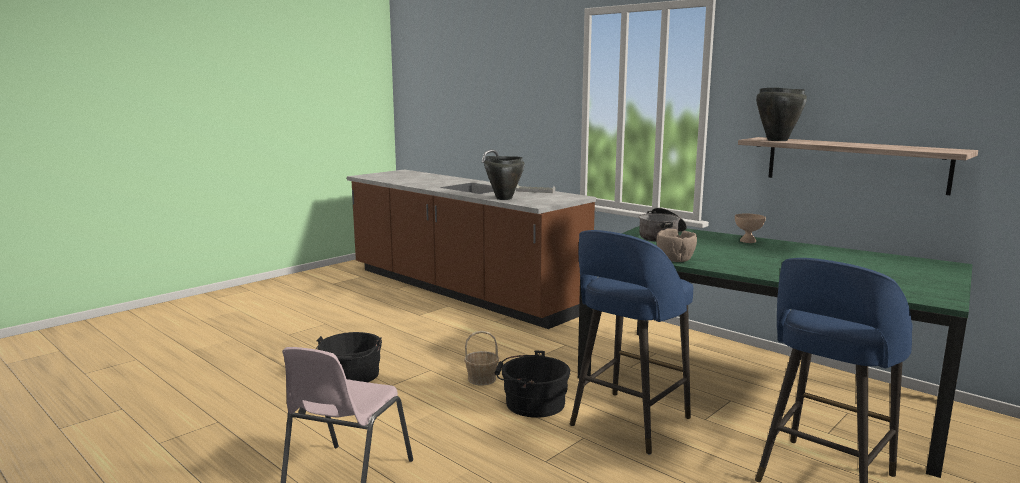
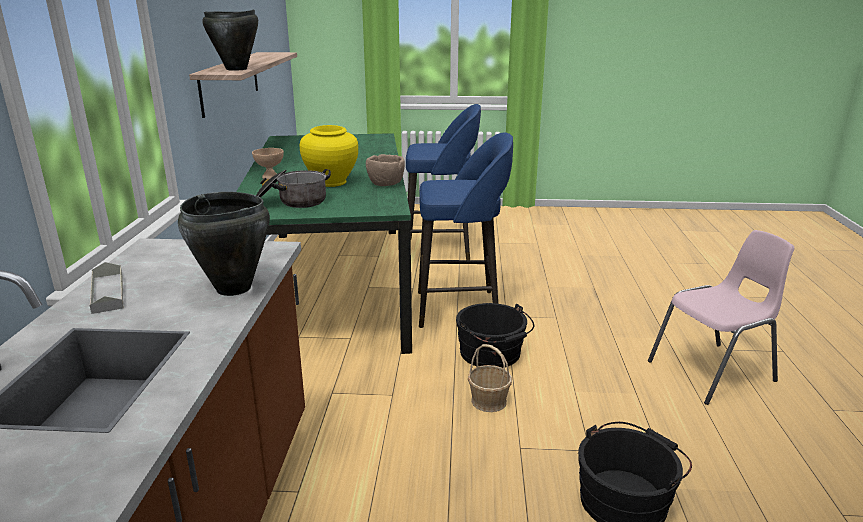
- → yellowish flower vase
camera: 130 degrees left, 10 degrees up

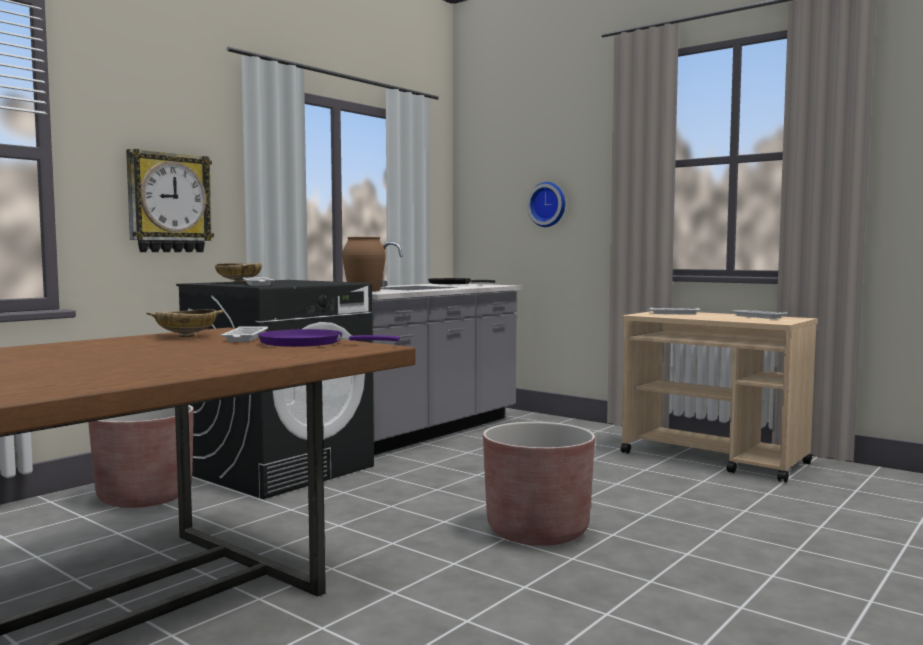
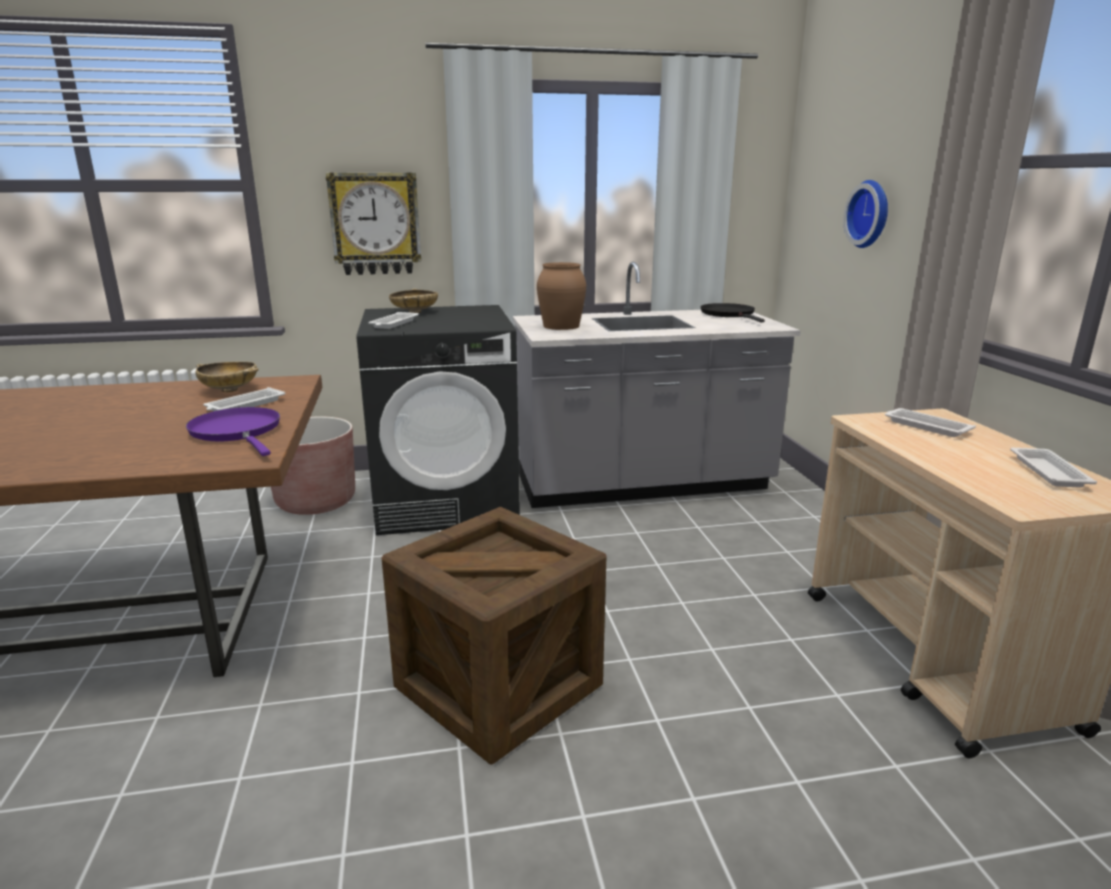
brownish flower pot (2nd from left) → shipping crate
camera: 40 degrees right, 15 degrees up

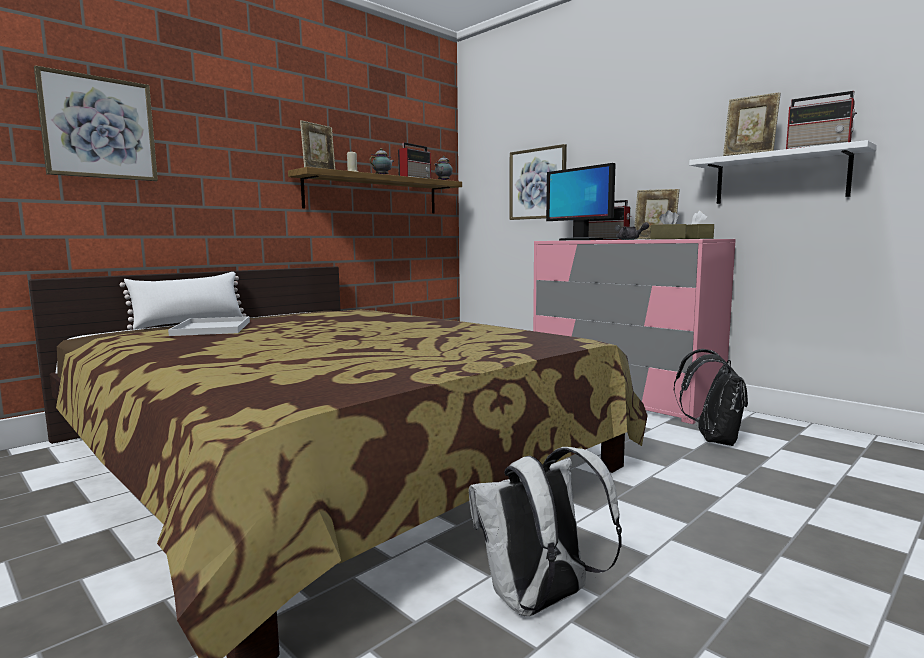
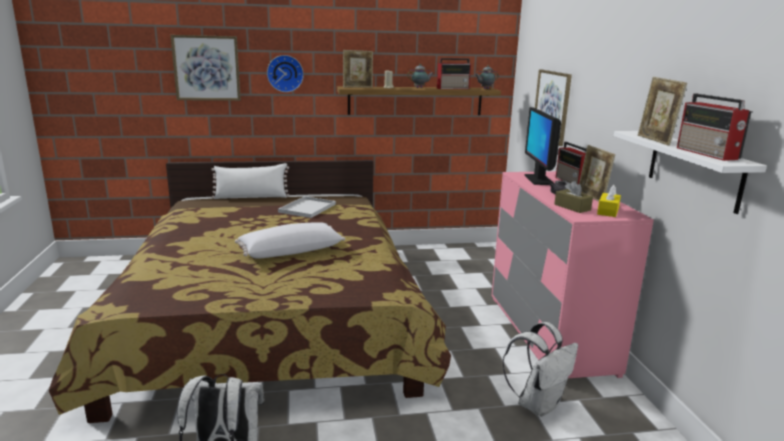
- → white-coloured pillow (2nd from left)
- → clock on the wall
white-coloured carrying tray, moved
blackish rucksack → white-coloured rucksack (2nd from left)
brownish tissue holder (2nd from left) → yellowish tissue holder
camera: 35 degrees right, 10 degrees up

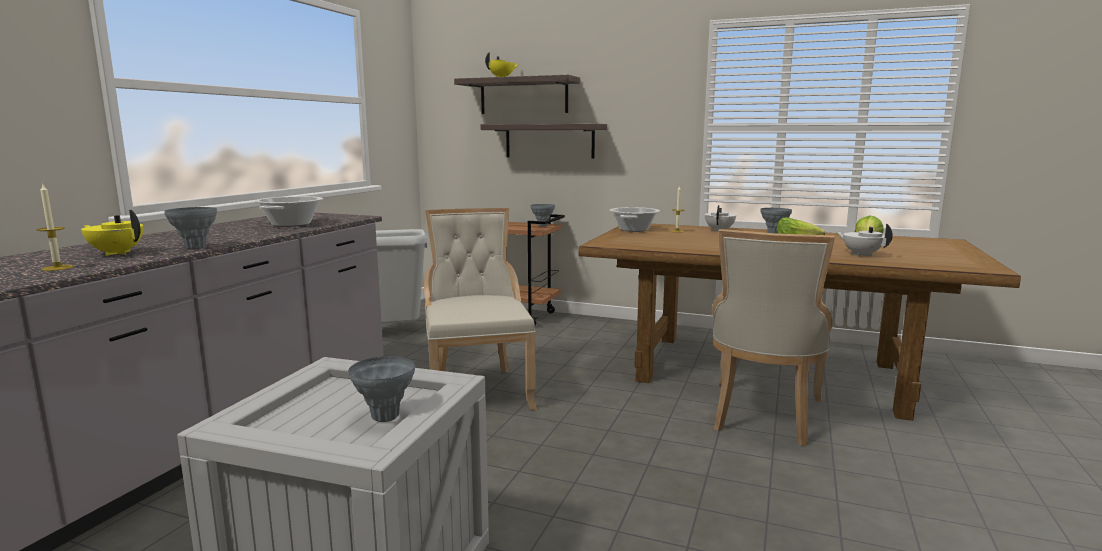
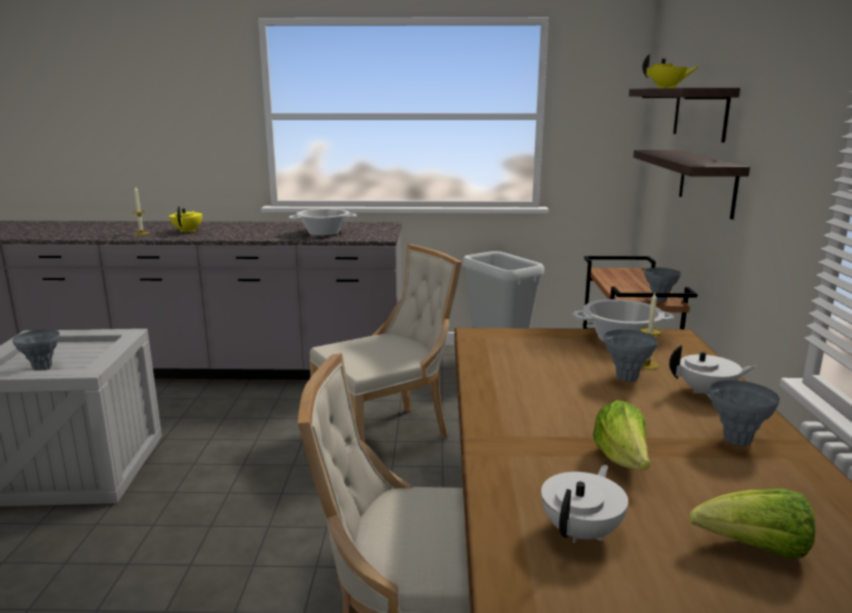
greyish flower vase (1st from left in the first image) → greyish flower vase (2nd from left), moved
camera: 70 degrees right, 5 degrees up

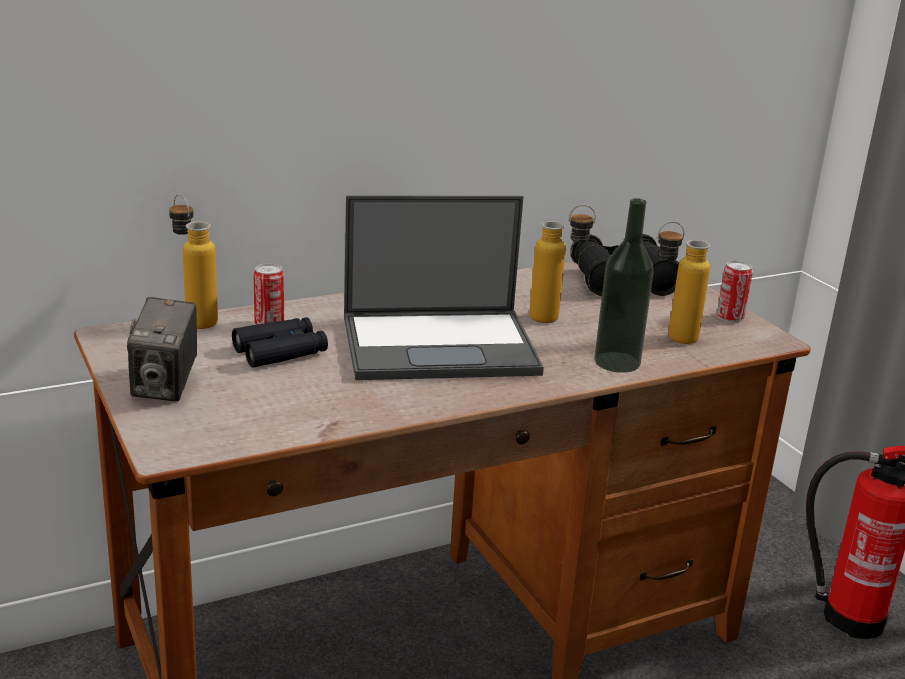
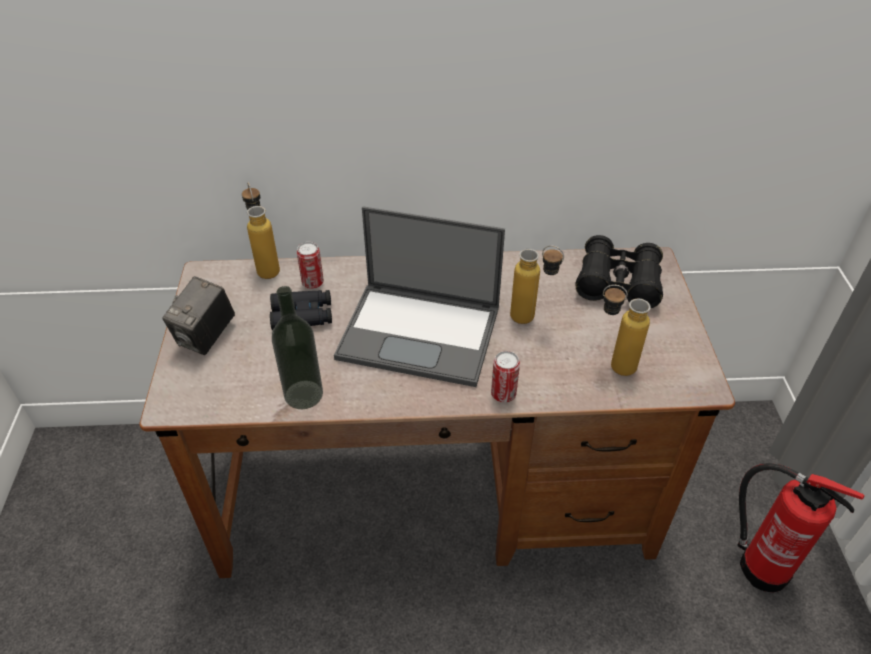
bottle (3rd from left in the first image) → bottle (2nd from left), moved
can (2nd from left), moved
camera: 25 degrees right, 20 degrees up

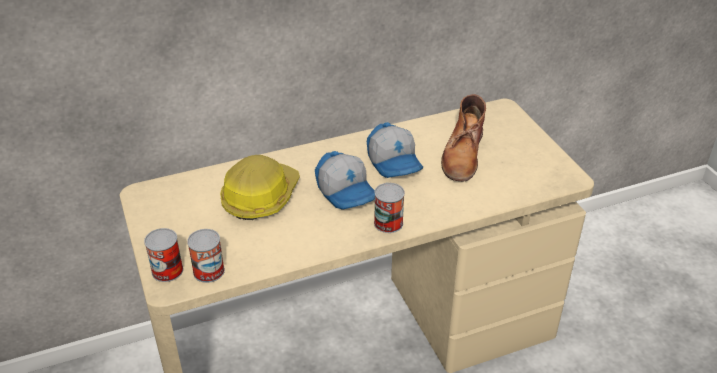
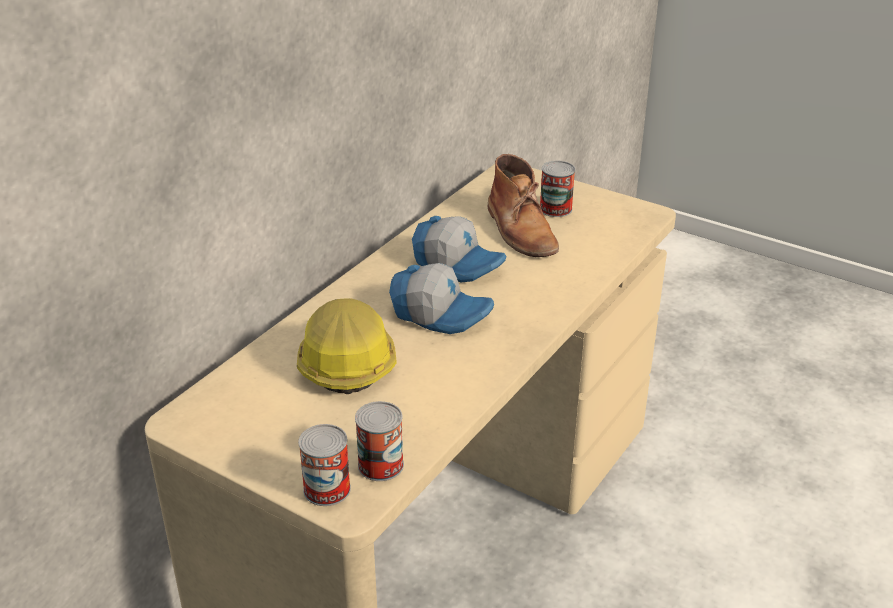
can (3rd from left), moved
camera: 35 degrees left, 5 degrees down

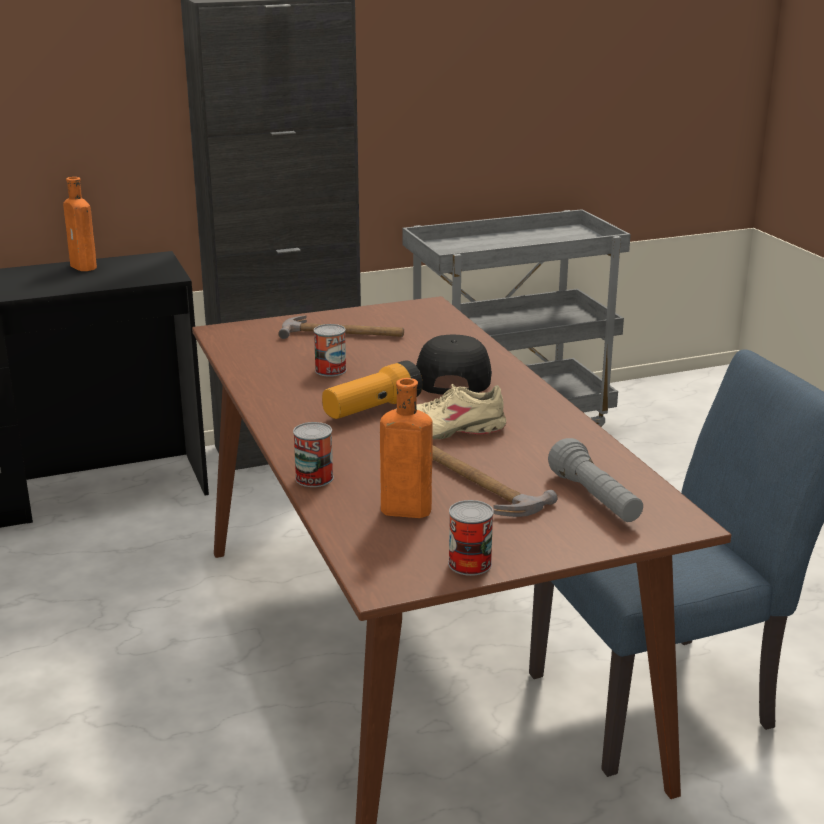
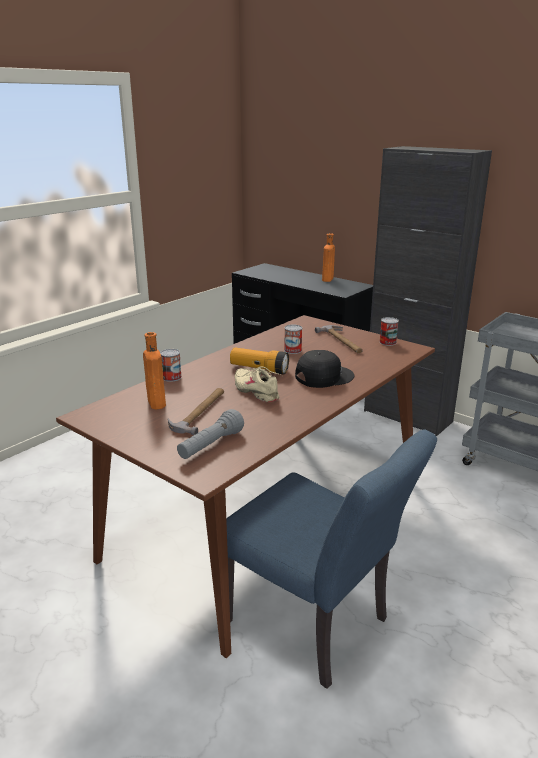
can (3rd from left), moved
camera: 60 degrees right, 0 degrees up

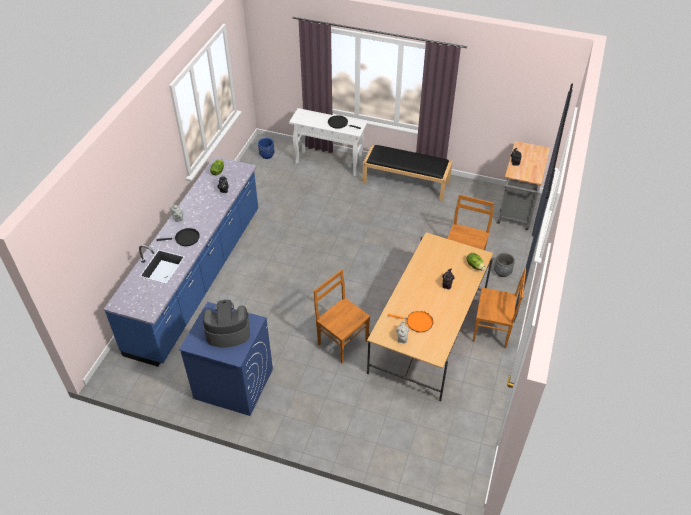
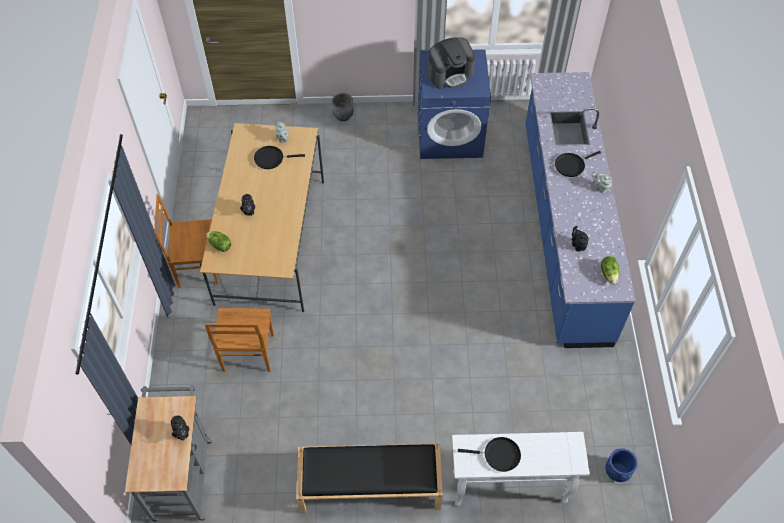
orange skillet → blackish skillet (1st from left)
greyish flower pot, moved
brownish chair (1st from left) → -
camera: 160 degrees right, 10 degrees up

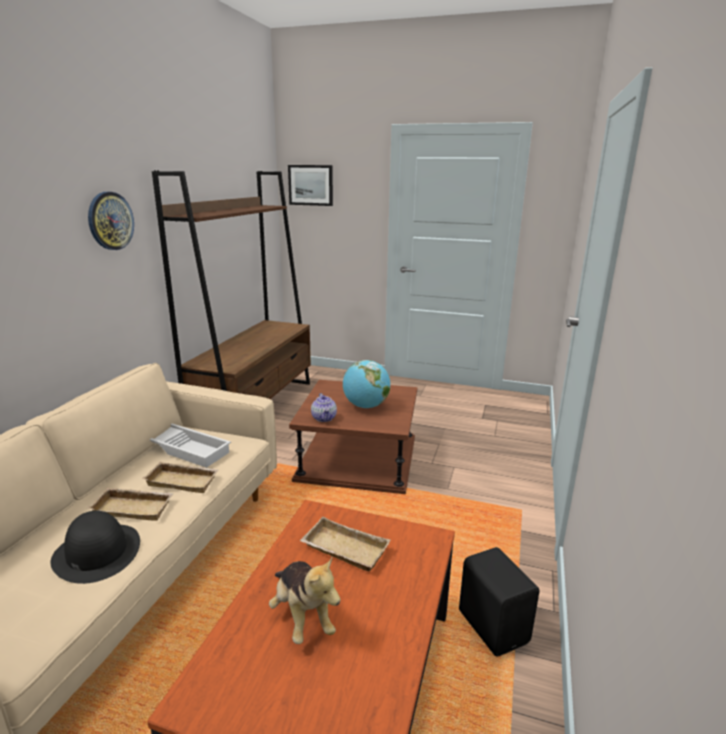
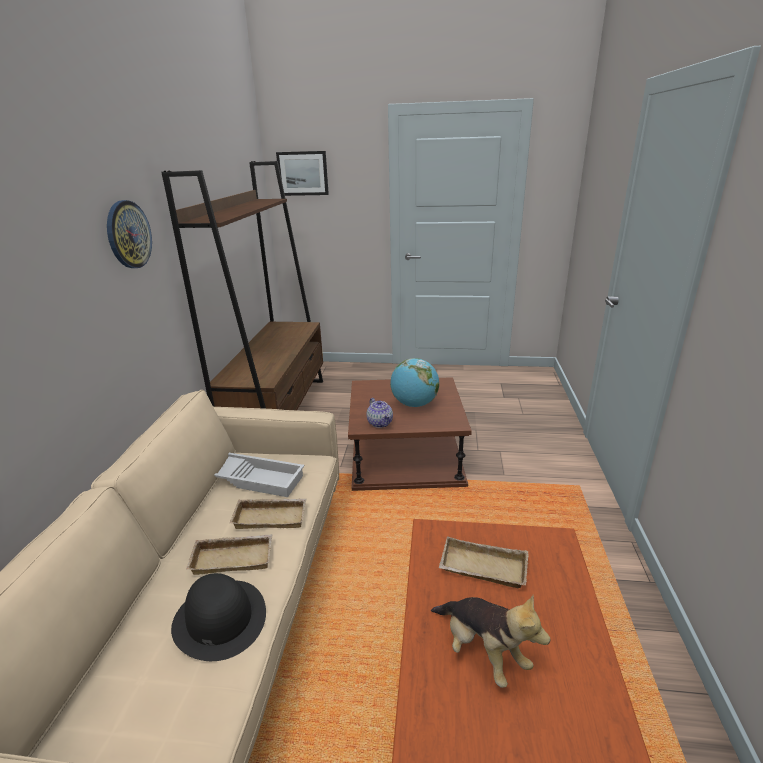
blackish audio speaker → -
camera: 10 degrees left, 5 degrees up

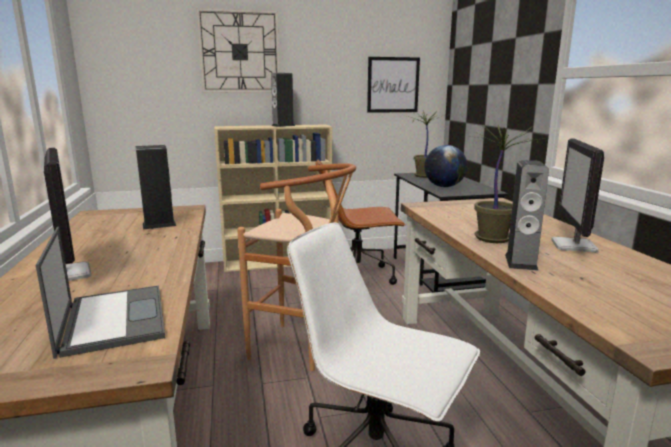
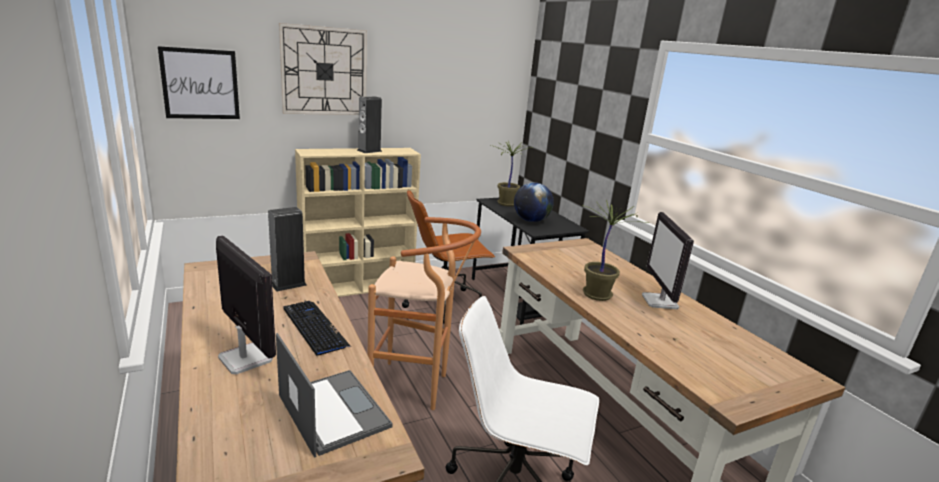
wall art, moved
- → computer keyboard
audio speaker (3rd from left) → -
camera: 15 degrees left, 5 degrees up

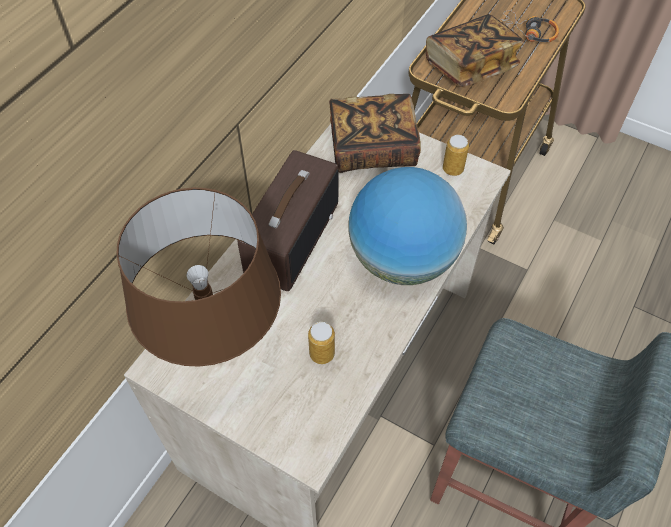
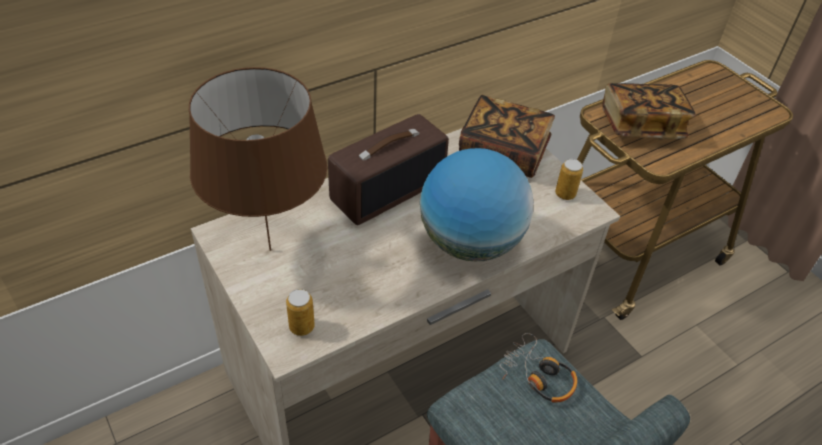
can (1st from left), moved
headphones, moved
camera: 25 degrees right, 10 degrees down

